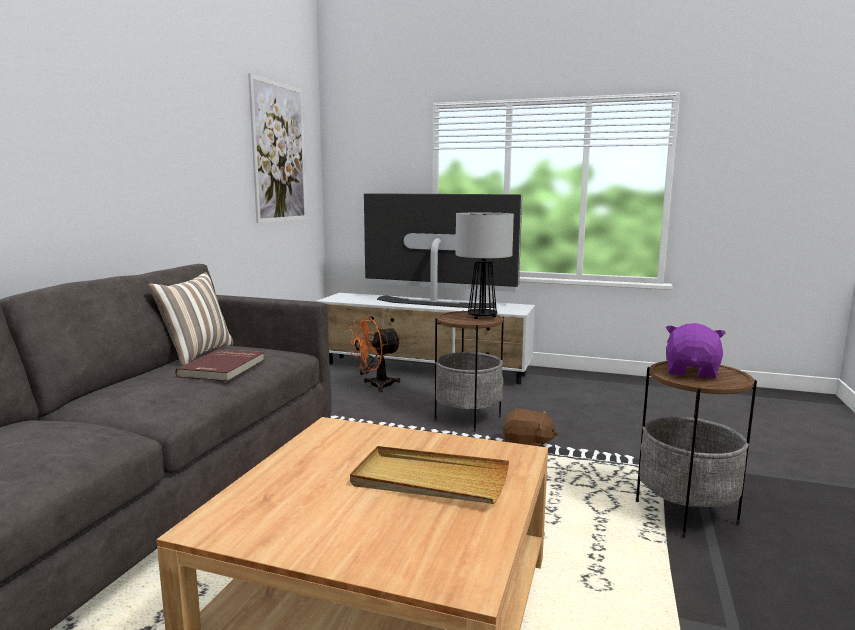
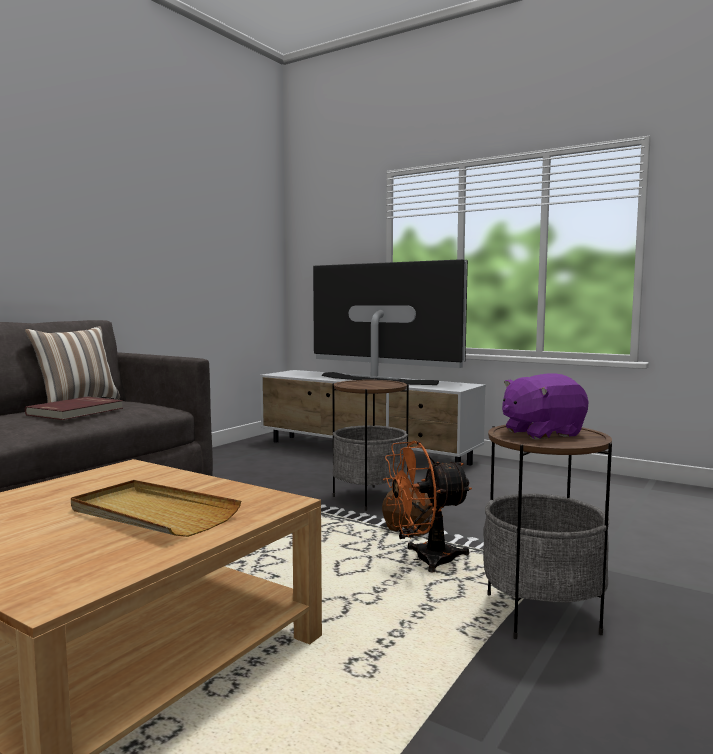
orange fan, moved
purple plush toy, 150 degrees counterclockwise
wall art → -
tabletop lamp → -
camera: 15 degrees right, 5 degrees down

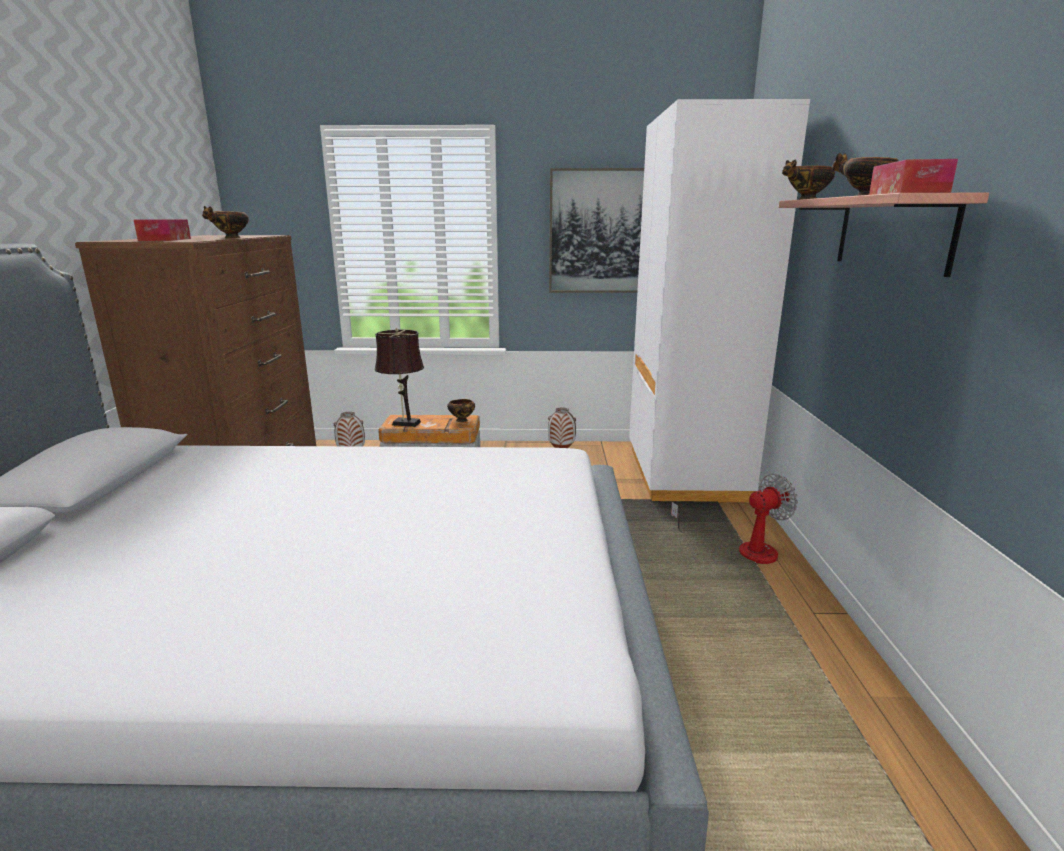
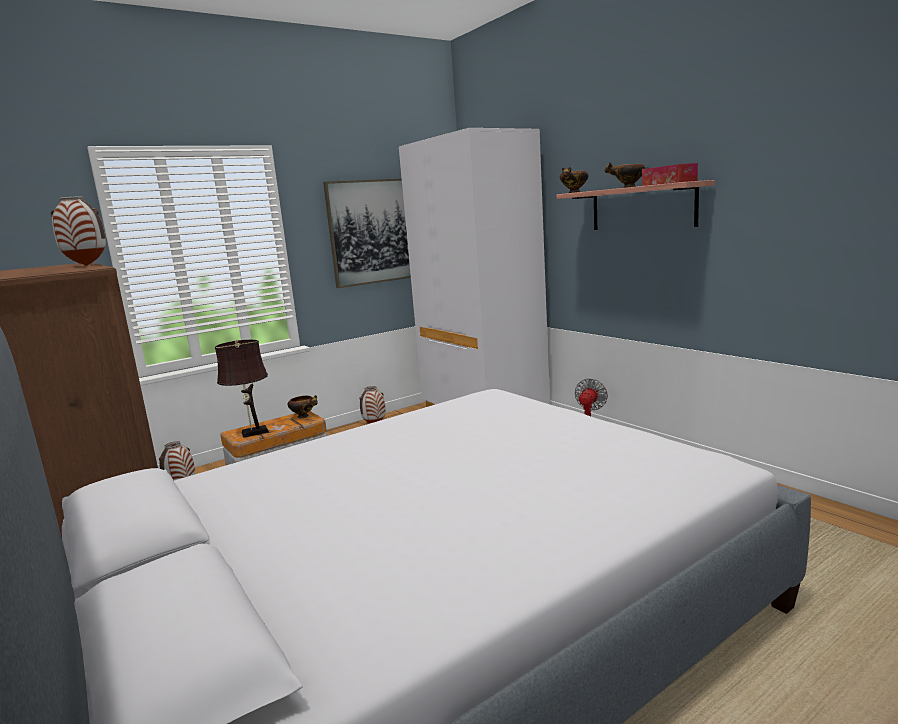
deep dish (1st from left) → flower vase (1st from left)
tissue holder (1st from left) → -
camera: 35 degrees left, 5 degrees down

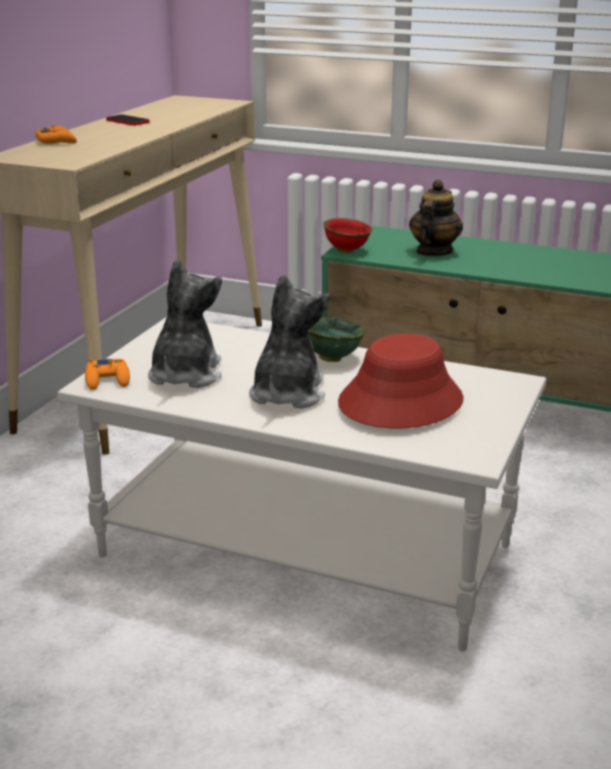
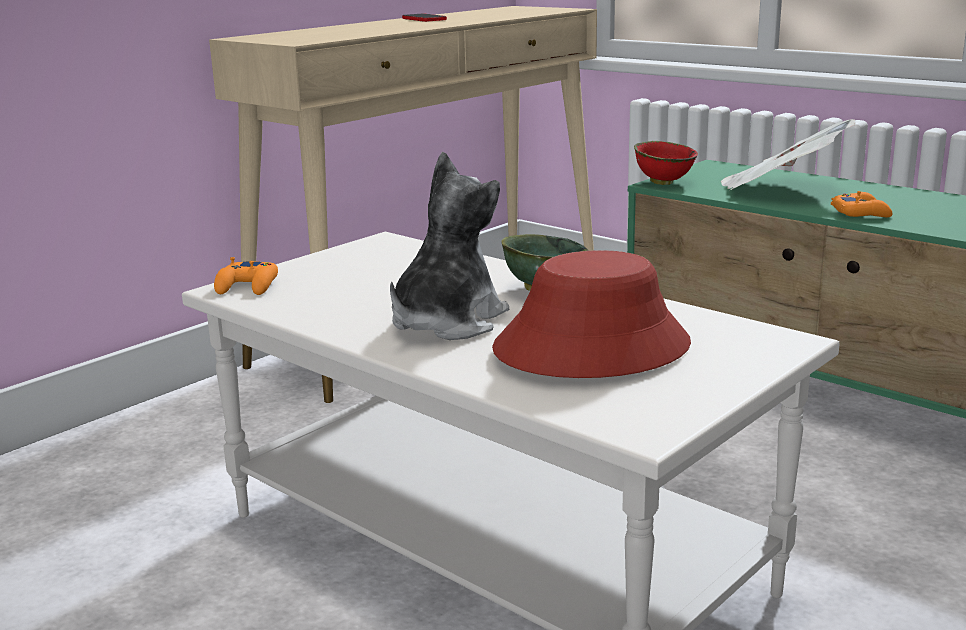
teapot → printed paper
orange game controller (1st from left in the first image) → orange game controller (2nd from left), moved
plush toy (1st from left) → -
camera: 20 degrees right, 5 degrees down

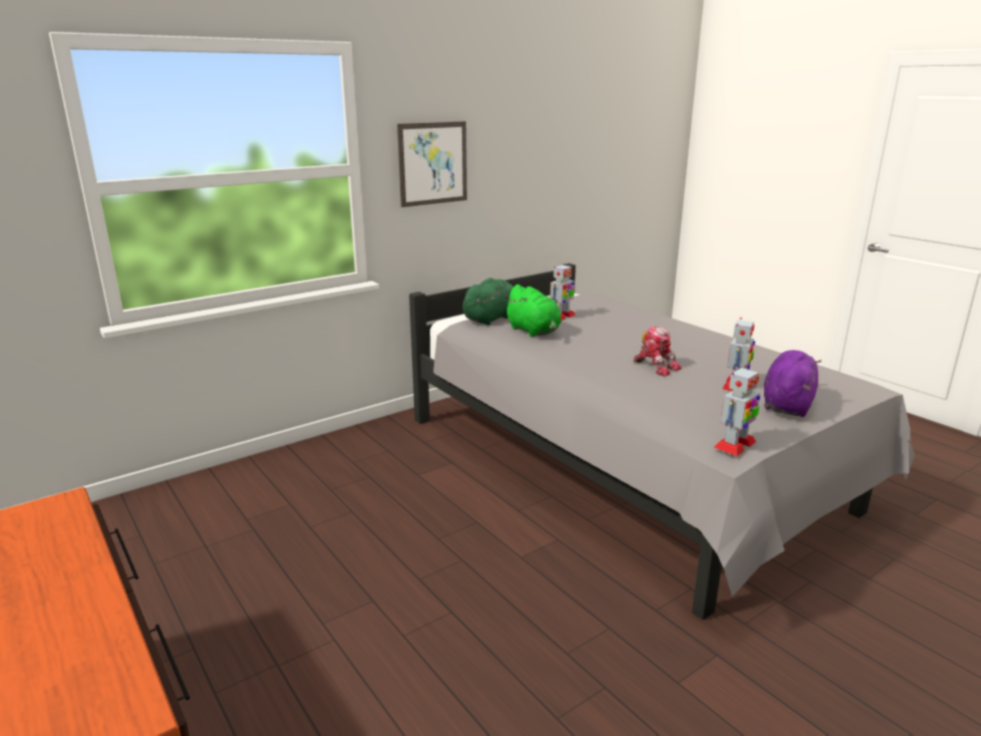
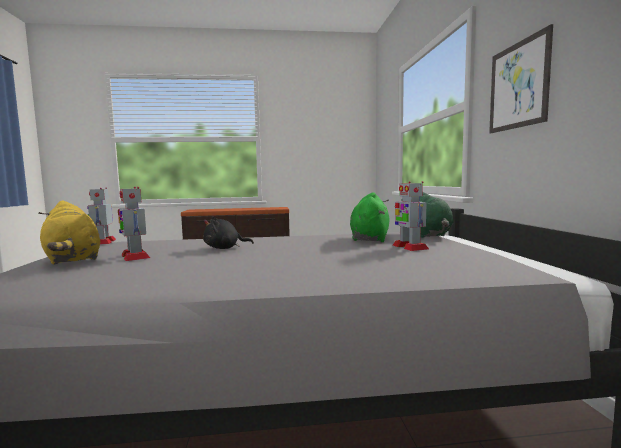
purple plush toy → yellowish plush toy
model robot (2nd from left) → blackish plush toy
green-coloured plush toy (2nd from left in the first image) → green-coloured plush toy (1st from left), 105 degrees clockwise
camera: 120 degrees right, 15 degrees down

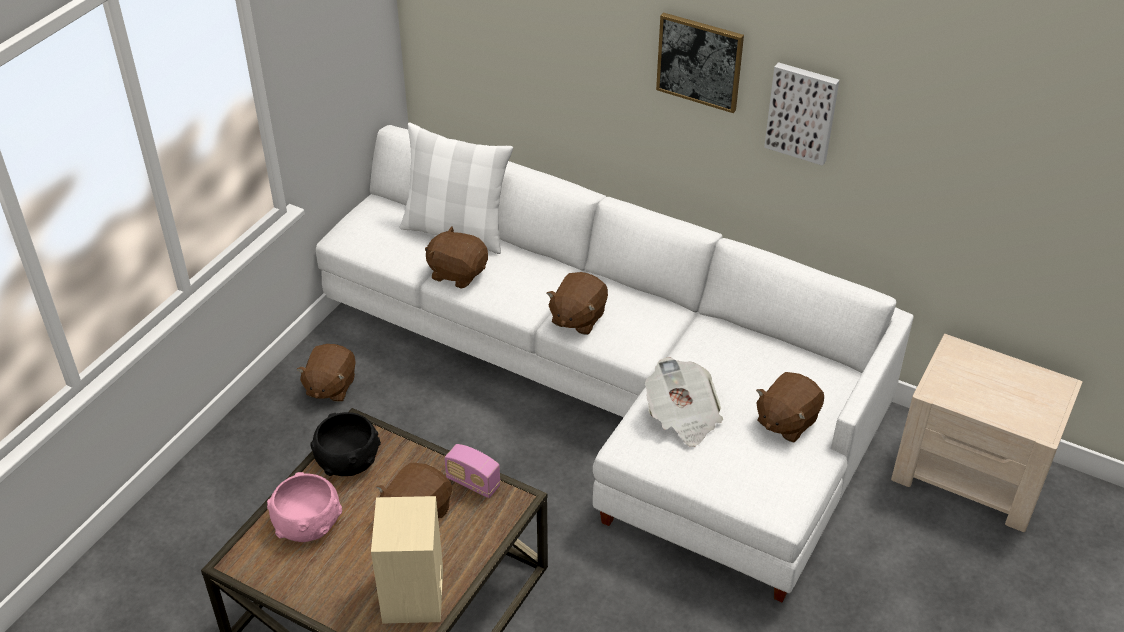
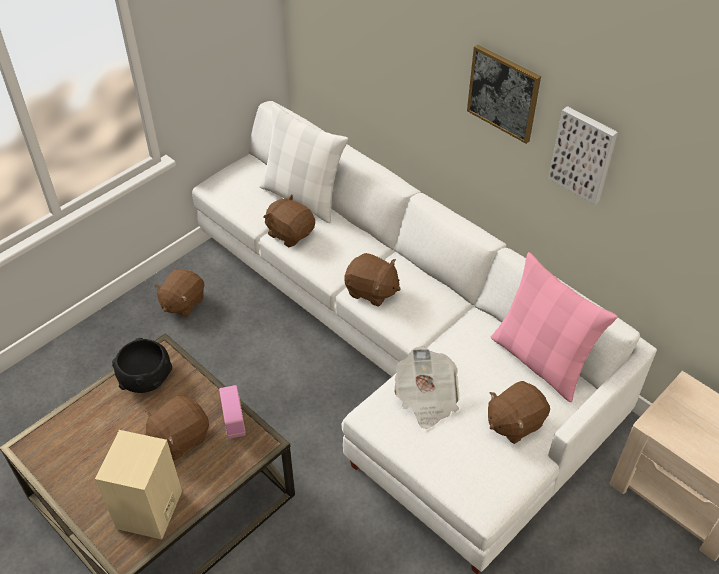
radio set, 150 degrees counterclockwise
brownish plush toy (4th from left), 105 degrees counterclockwise
- → pink-coloured pillow
pink-coloured deep dish → -
camera: 15 degrees right, 5 degrees up

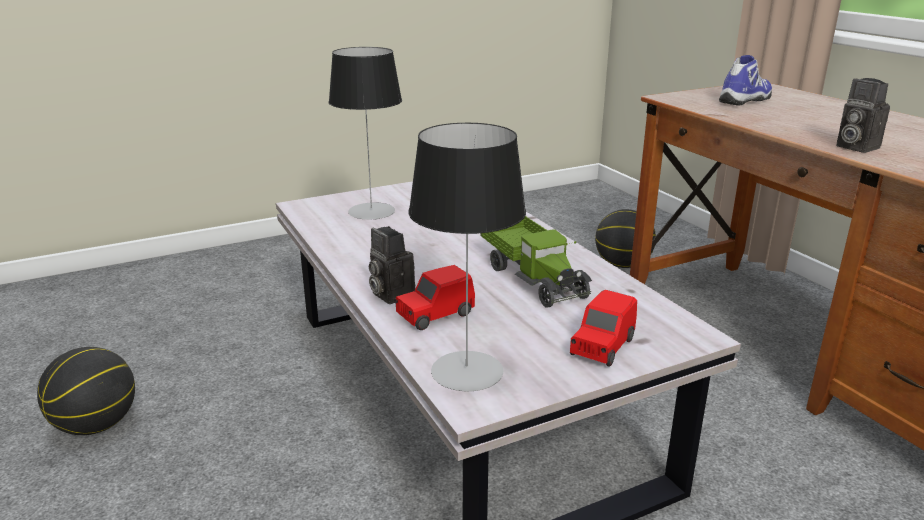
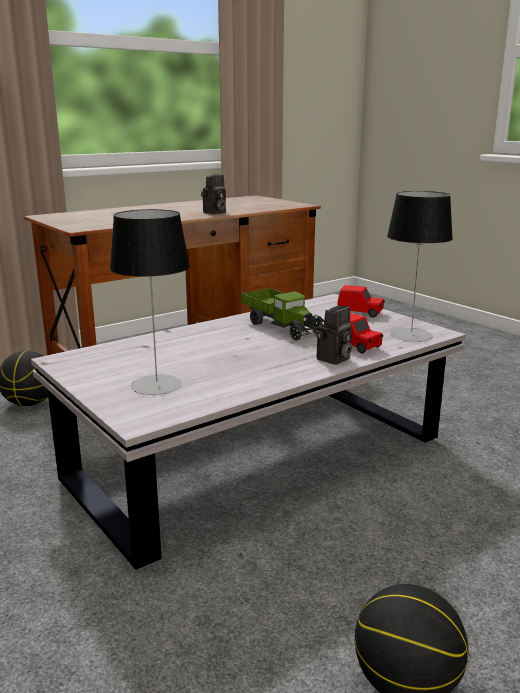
toy lorry, 90 degrees clockwise
item of footwear → -
camera: 100 degrees left, 5 degrees down

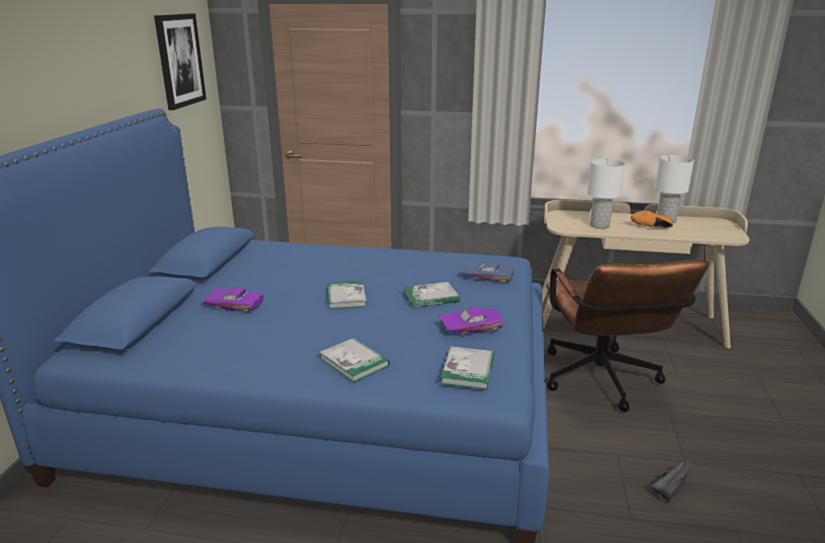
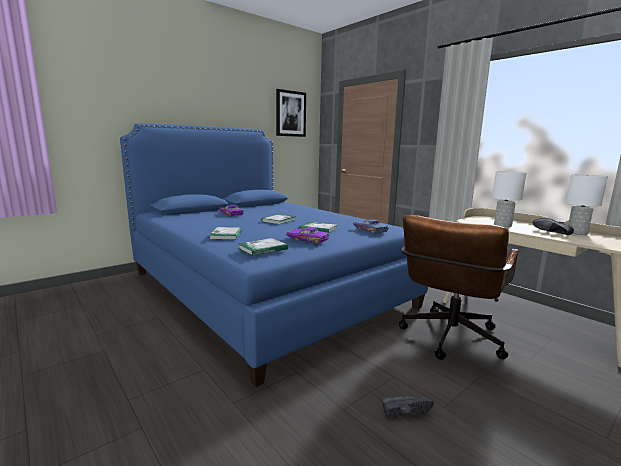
orange item of footwear → blackish item of footwear (2nd from left)
camera: 40 degrees right, 10 degrees down

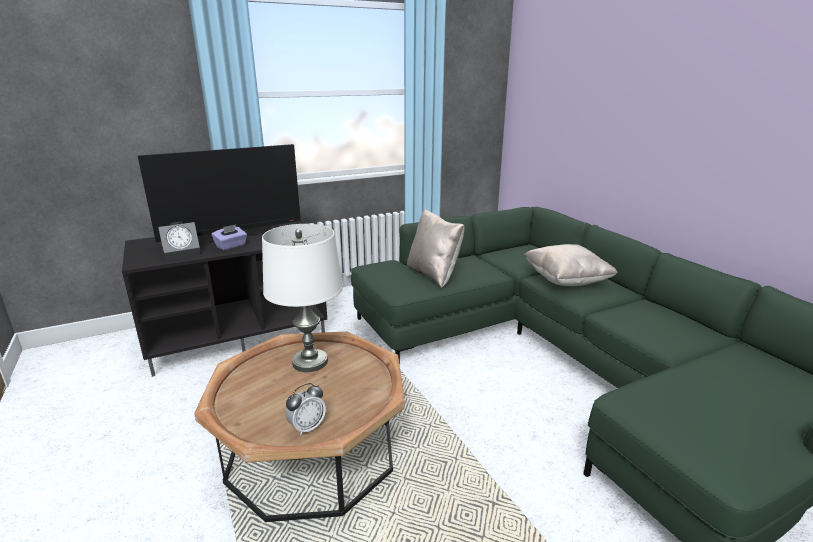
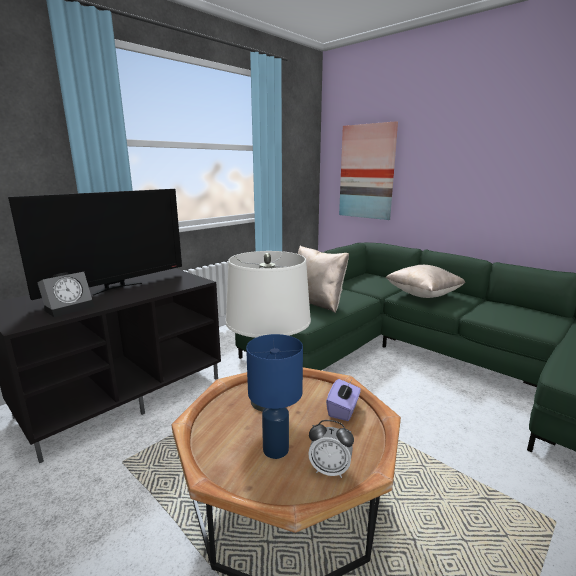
- → blue-coloured tabletop lamp
alarm clock (2nd from left), 75 degrees clockwise
purple tissue holder, moved
- → wall art
camera: 20 degrees left, 5 degrees down

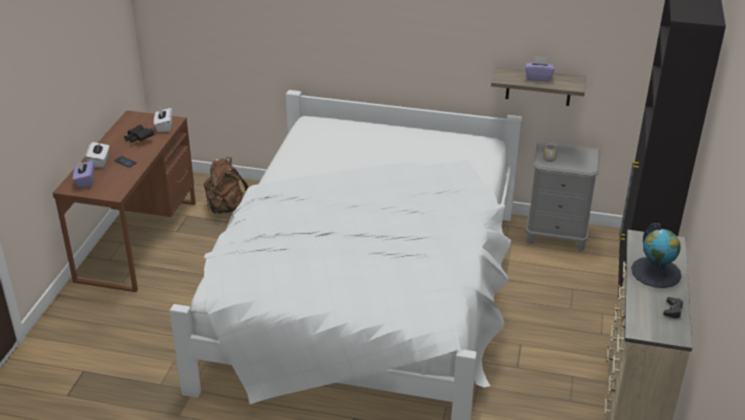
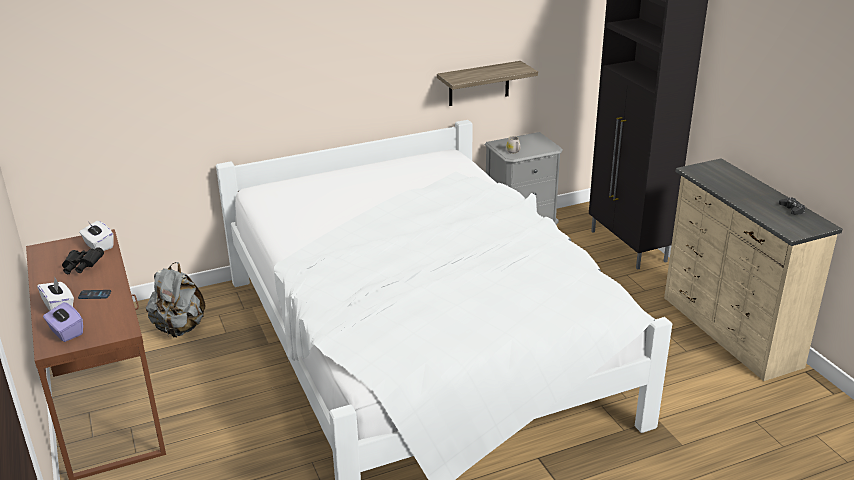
brownish rucksack → greyish rucksack
purple tissue holder (2nd from left) → -
desk globe → -
camera: 35 degrees left, 5 degrees down

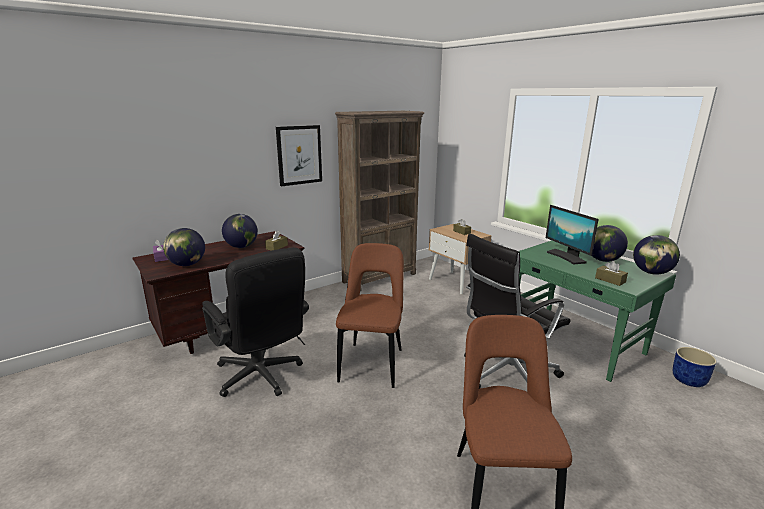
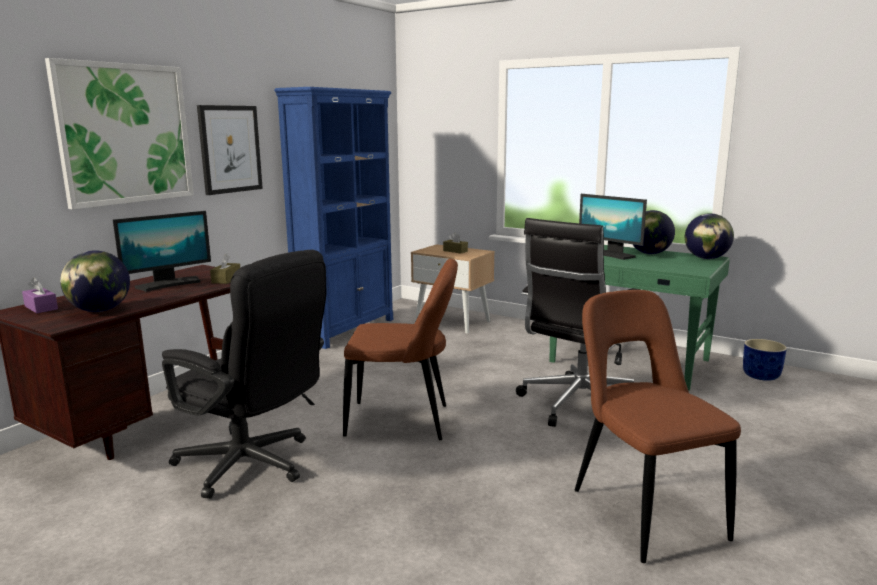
- → wall art (1st from left)
desk globe (2nd from left) → computer screen (1st from left)
brownish shelving unit → blue-coloured shelving unit
brownish chair (1st from left), 105 degrees clockwise
brownish tissue holder (3rd from left) → -
camera: 20 degrees left, 5 degrees down

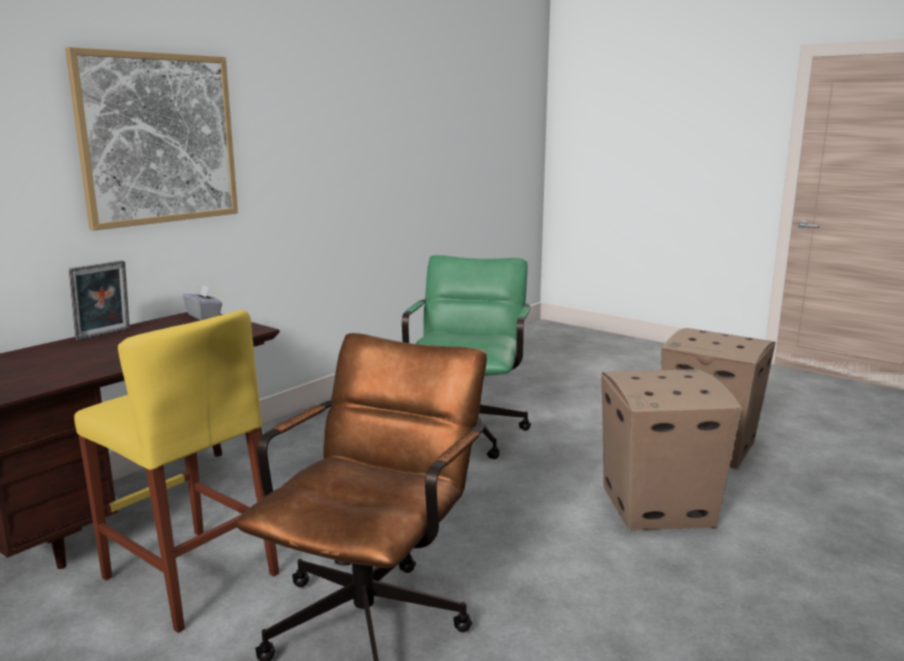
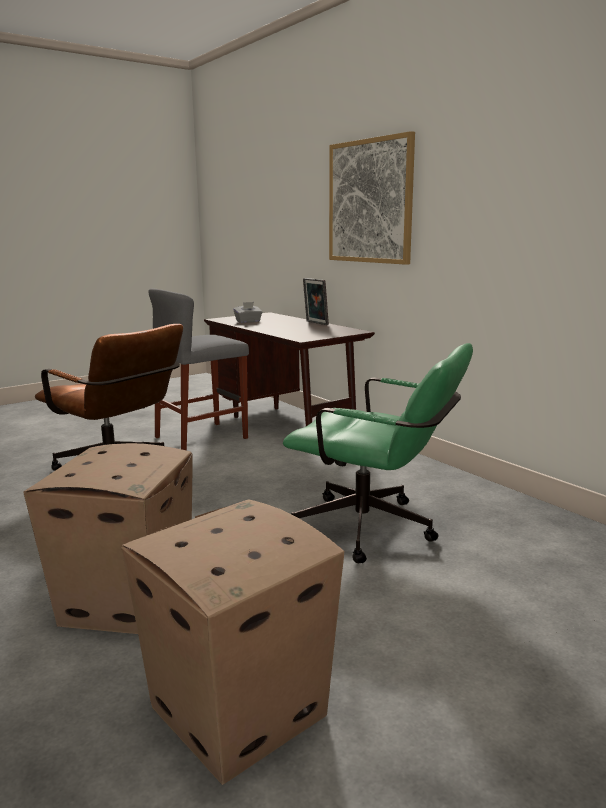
yellowish stool seat → greyish stool seat
greyish tissue holder, moved
camera: 105 degrees right, 0 degrees up

